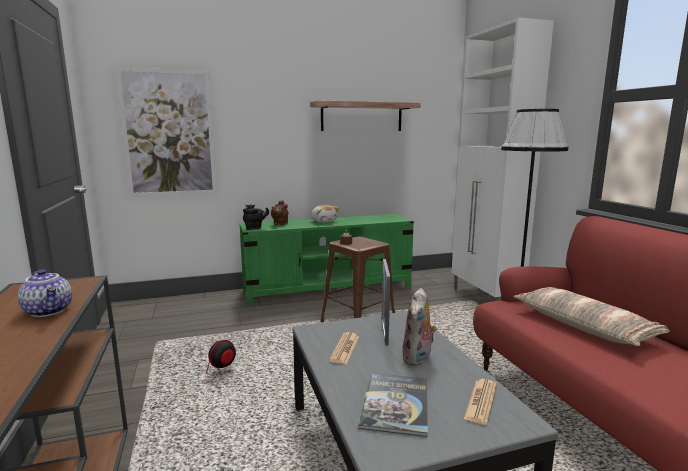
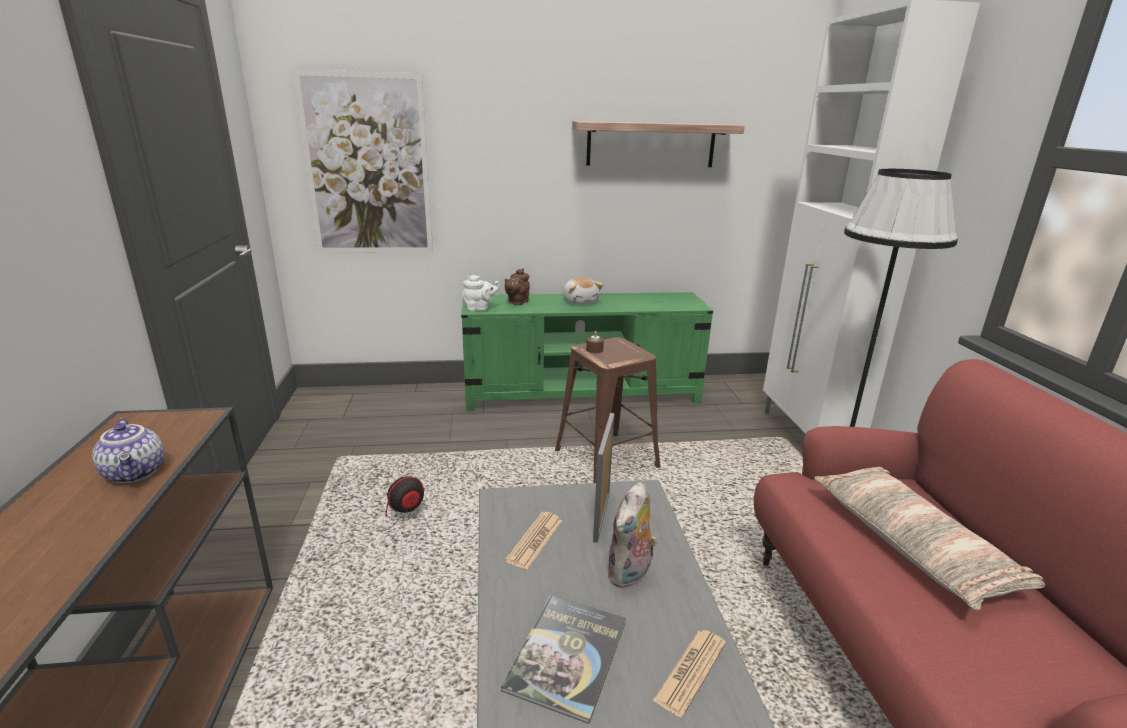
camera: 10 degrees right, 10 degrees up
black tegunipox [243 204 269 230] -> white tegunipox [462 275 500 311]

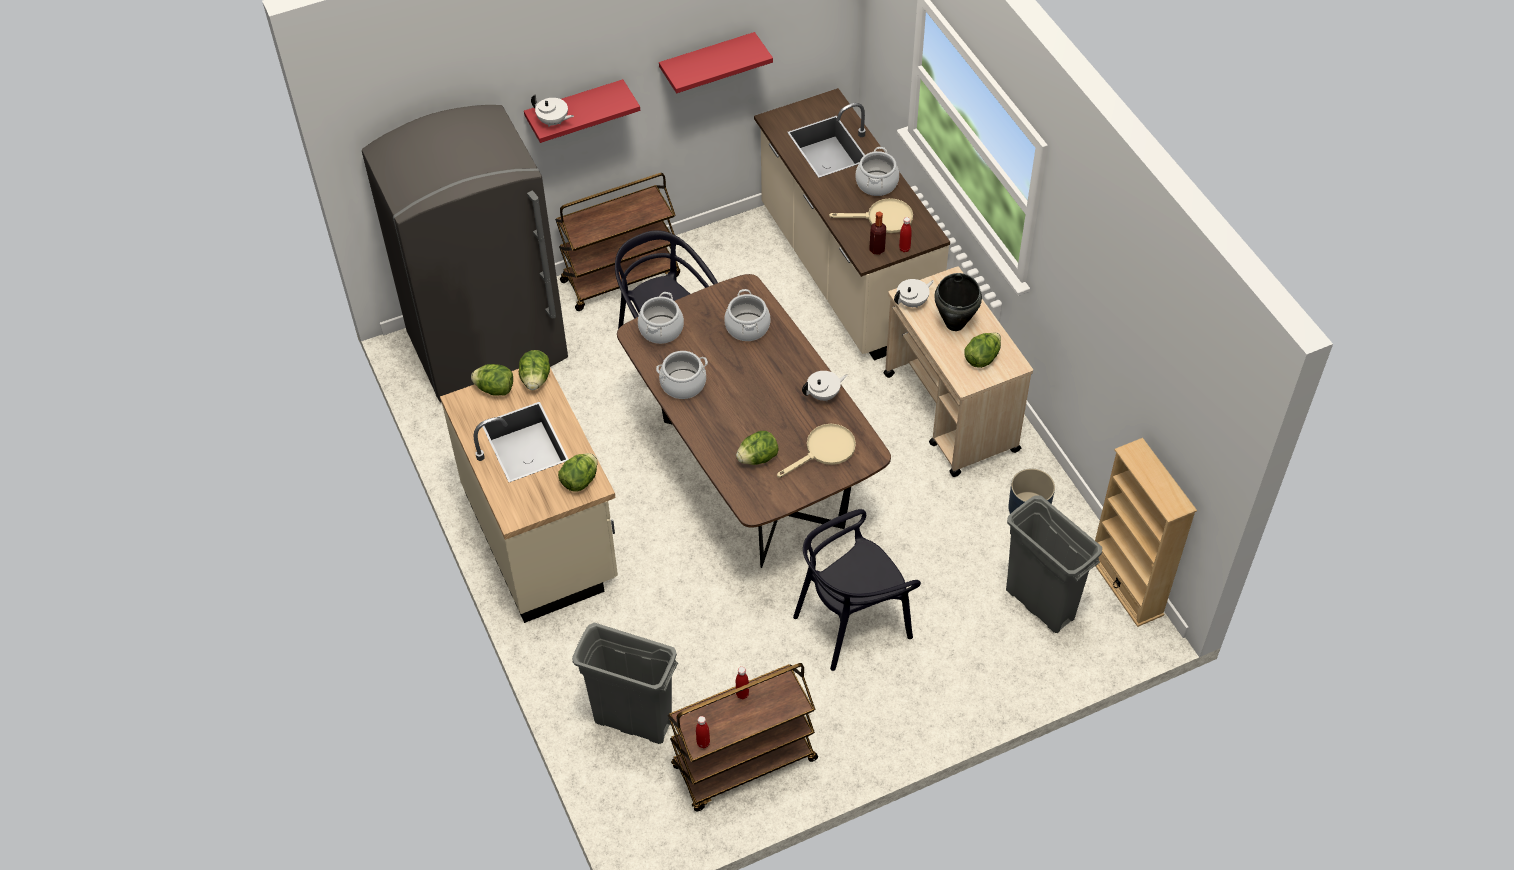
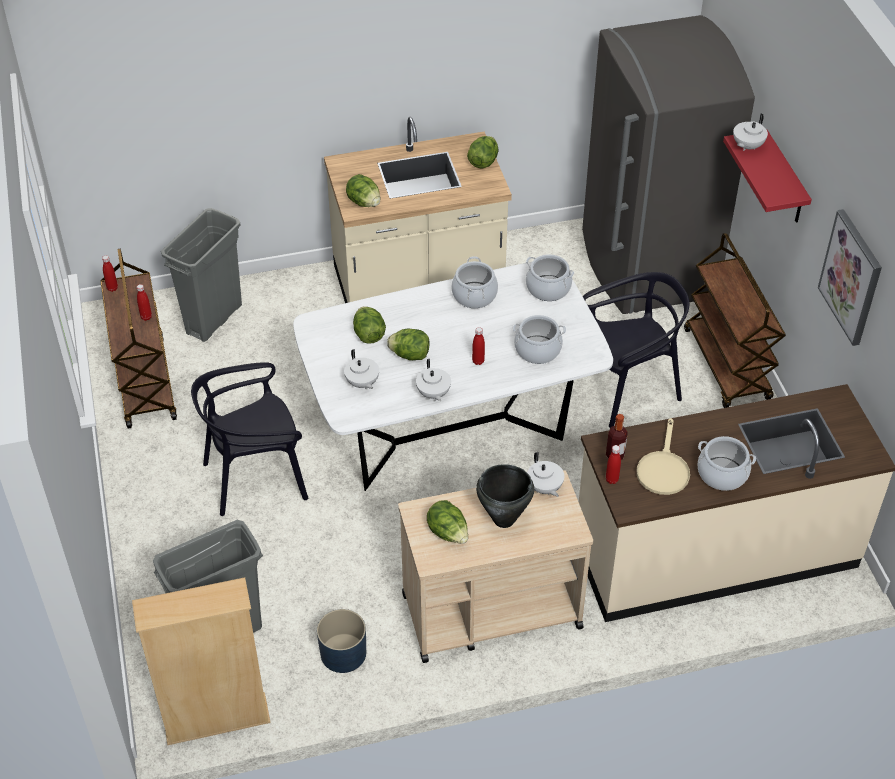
camera: 100 degrees right, 5 degrees down
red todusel [659 32 773 93] -> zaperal [818 209 882 346]
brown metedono [617 274 891 568] -> white metedono [293 262 613 491]
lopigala [519 350 550 390] -> lopigala [387 329 430 360], moved
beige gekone [777 424 856 478] -> white tegunipox [344 349 379 389]
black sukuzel [793 509 921 671] -> black sukuzel [191 362 308 516], 90 degrees counterclockwise
none -> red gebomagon [472 327 485 365]

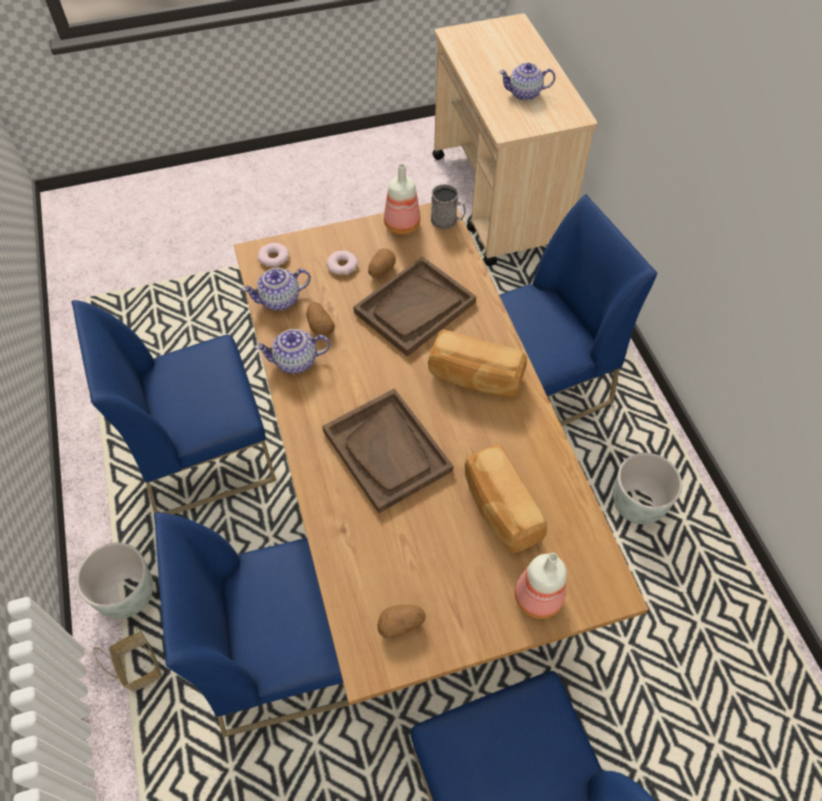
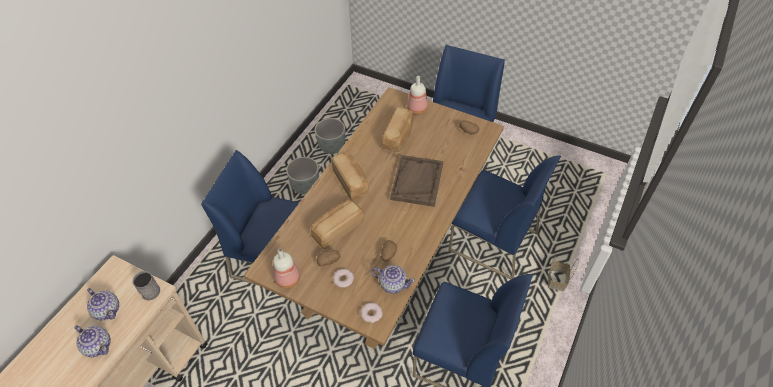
camera: 135 degrees left, 5 degrees down
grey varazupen [431 184 466 229] -> grey varazupen [132 271 160 300], moved
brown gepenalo [353 256 476 356] -> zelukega [311 200 364 249]
tegunipox [255 329 330 374] -> tegunipox [74 325 111 357], moved
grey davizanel [76 542 153 619] -> grey davizanel [315 118 345 154], moved

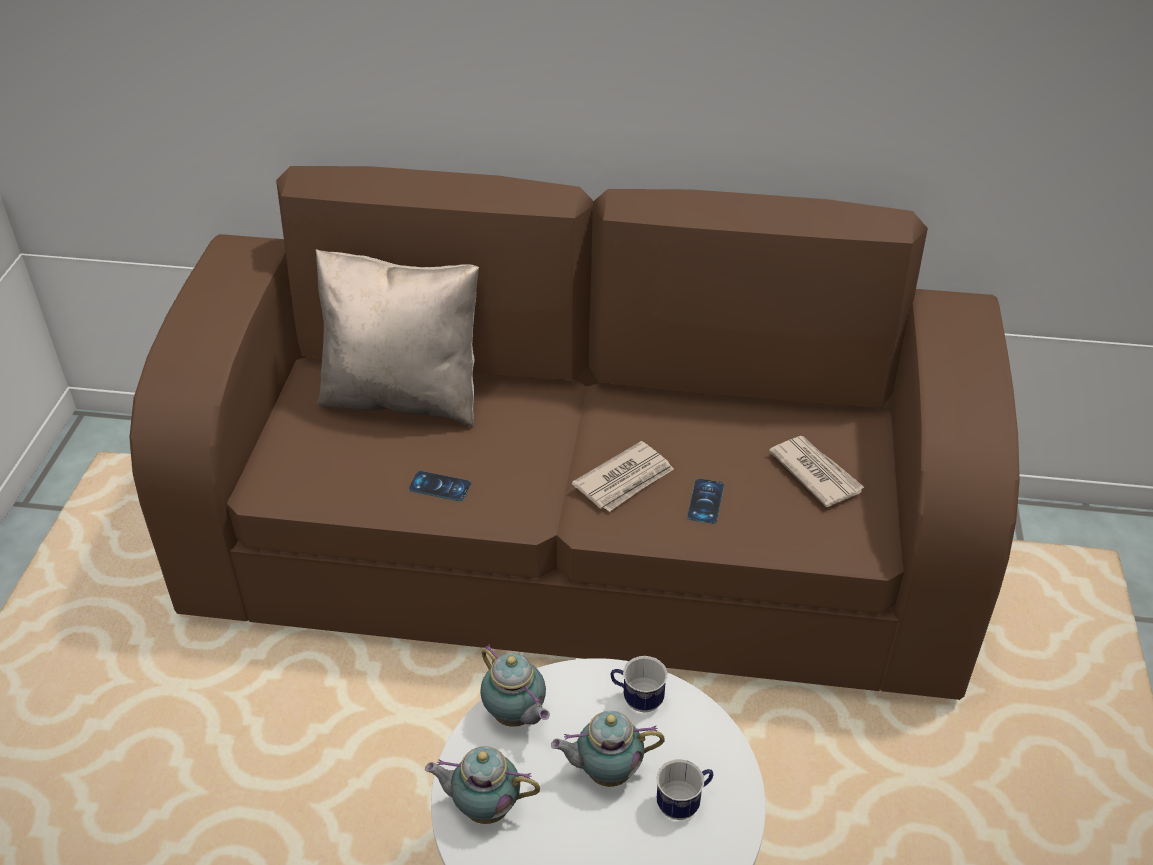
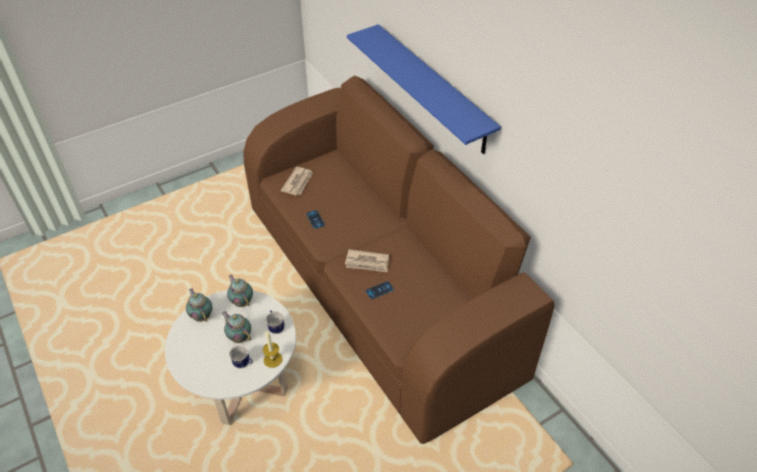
camera: 50 degrees right, 5 degrees up
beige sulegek [315 249 479 426] -> none
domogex [769 436 865 508] -> domogex [281 167 313 195], moved
tegunipox [480 644 550 727] -> tegunipox [227 275 253 307], 135 degrees clockwise
none -> blue todusel [347 24 501 154]
none -> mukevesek [263 331 282 368]

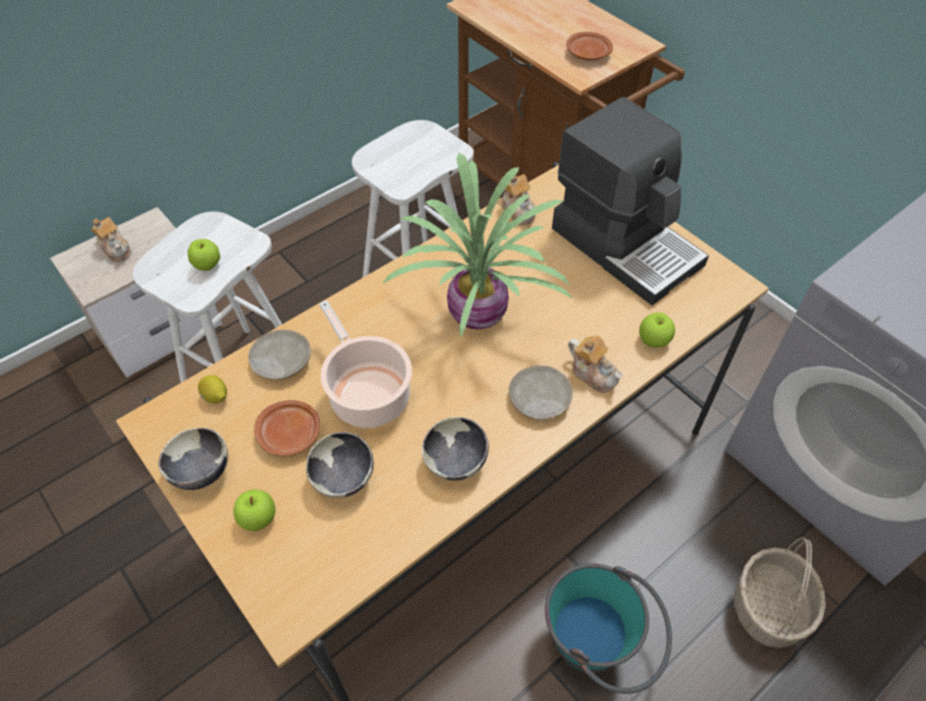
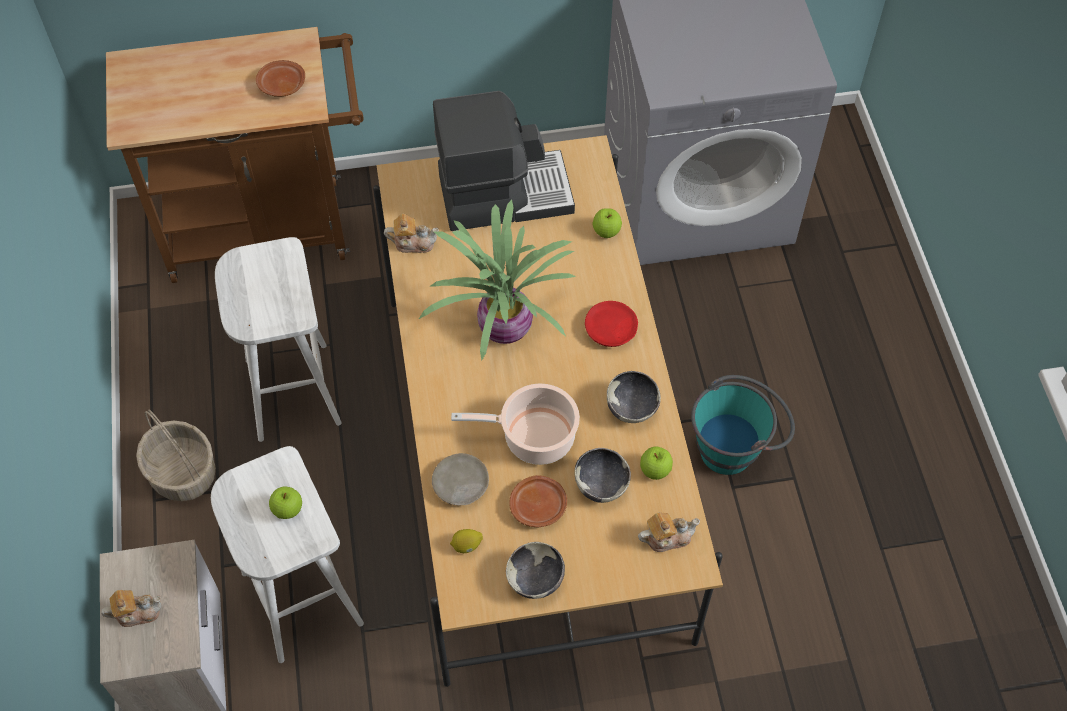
camera: 60 degrees left, 5 degrees up
tegunipox [568 335 623 393] -> tegunipox [638 512 700 552], moved
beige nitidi [509 365 573 420] -> red nitidi [585 301 638 347]
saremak [233 490 276 531] -> saremak [640 446 673 480], moved
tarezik [734 537 826 648] -> tarezik [136 409 216 501], moved

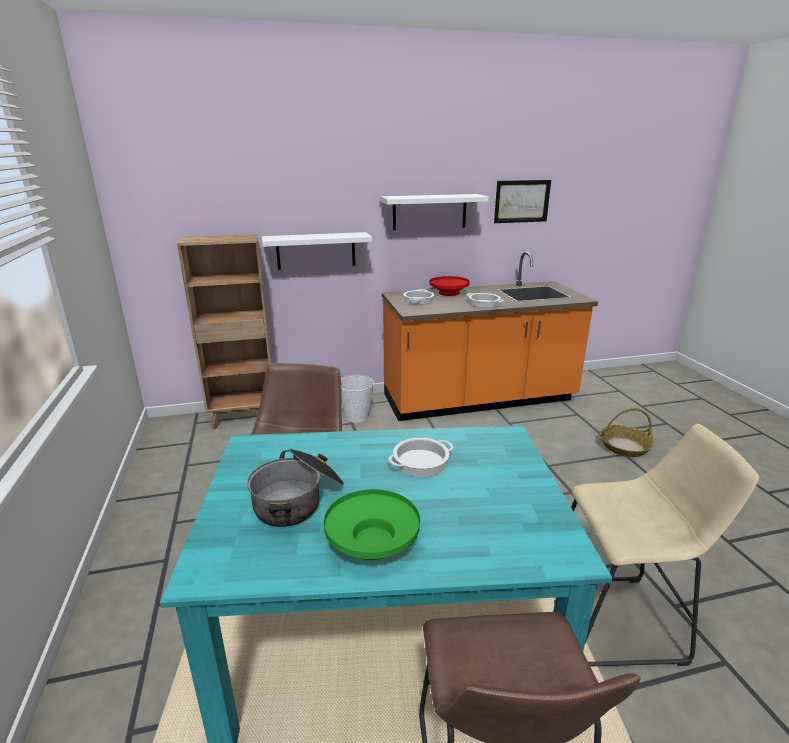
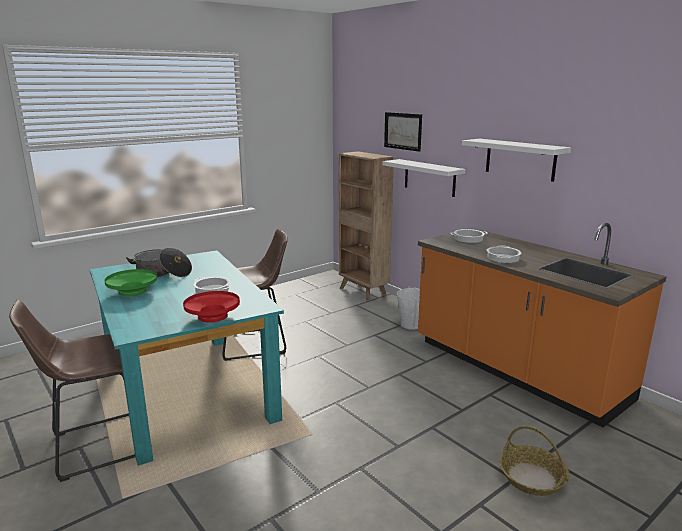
camera: 65 degrees right, 5 degrees down
zaperal [494 180 551 223] -> zaperal [384 112 422 152], moved
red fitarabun [430 276 469 296] -> red fitarabun [183 291 240 323], moved
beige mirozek [571 424 759 667] -> none

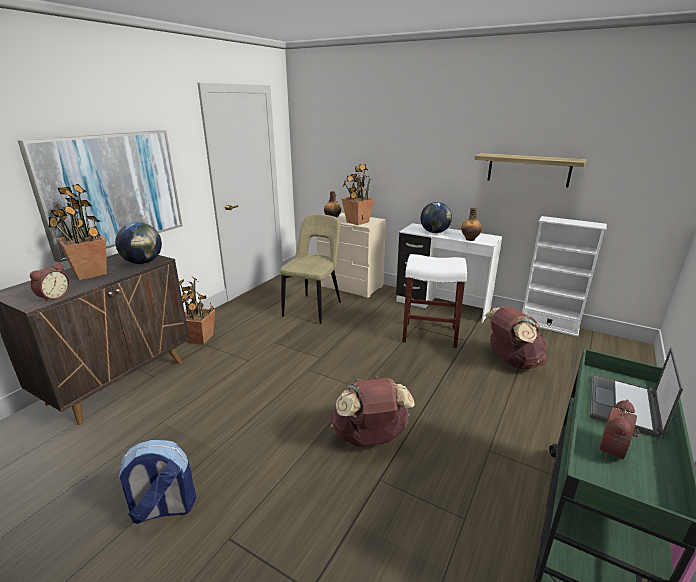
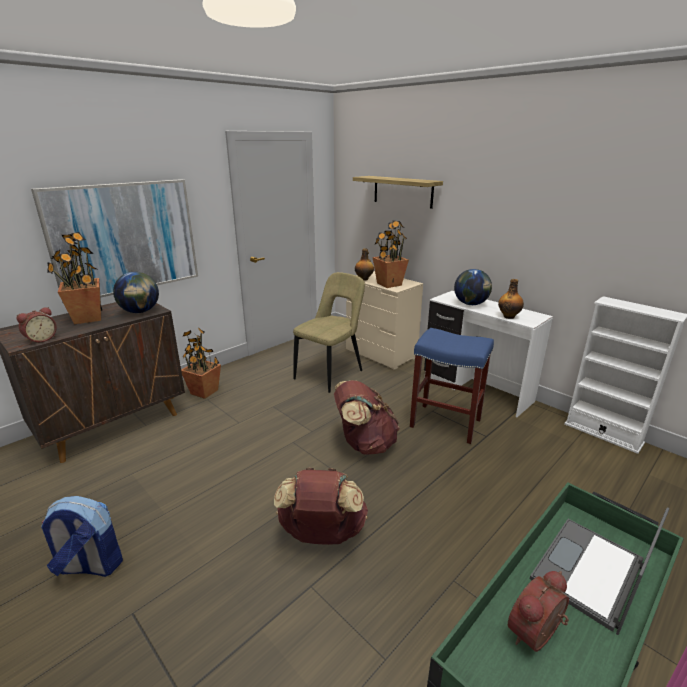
camera: 15 degrees right, 0 degrees up
todusel [474 153 586 187] -> todusel [353 176 443 209], moved
white mirozek [402 254 467 348] -> blue mirozek [410 328 494 444]
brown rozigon [484 306 547 369] -> brown rozigon [334 380 400 455], moved

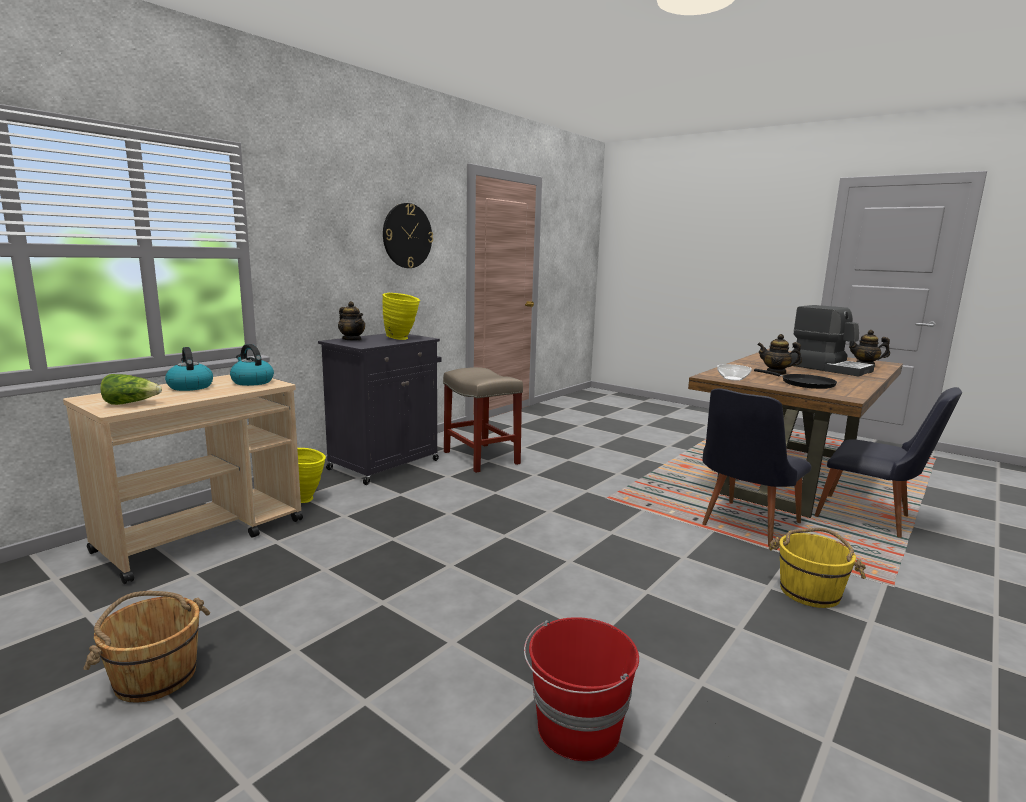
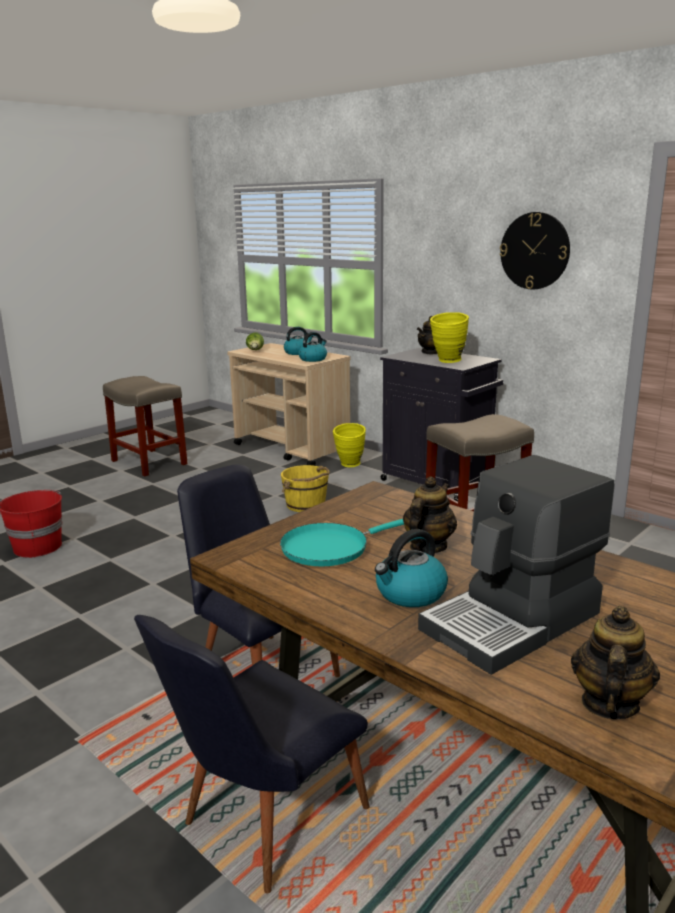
camera: 95 degrees right, 5 degrees up
fitarabun [717 364 752 381] -> none
black gekone [754 369 837 389] -> turquoise gekone [280 519 404 566]
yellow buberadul [769 528 866 608] -> yellow buberadul [281 465 330 512], moved
brown buberadul [83 591 210 703] -> beige mirozek [103 376 188 476]
none -> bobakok [375 529 448 607]

